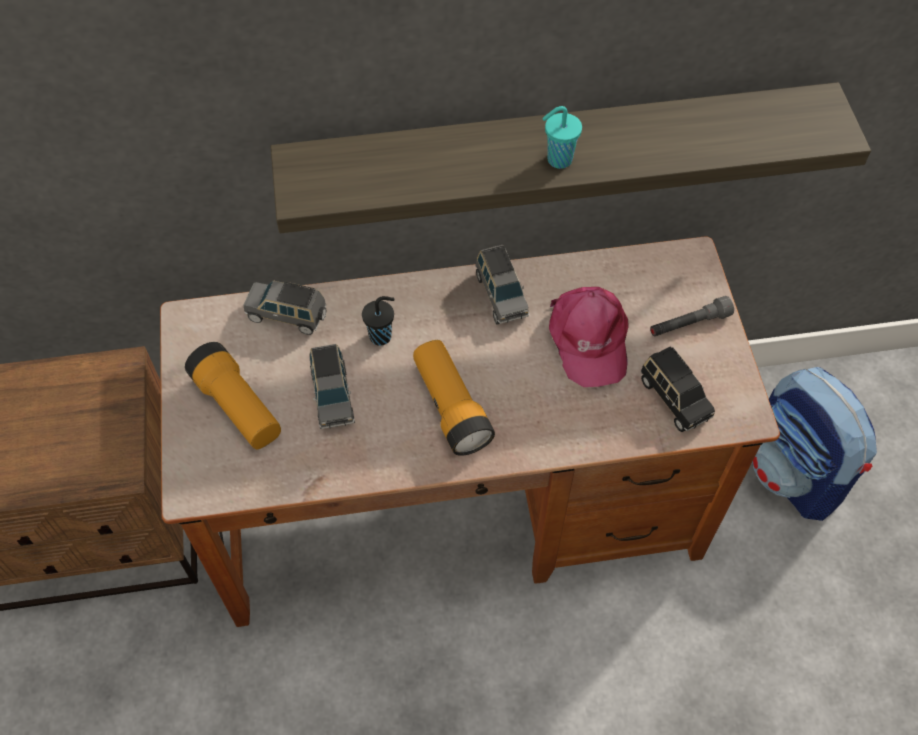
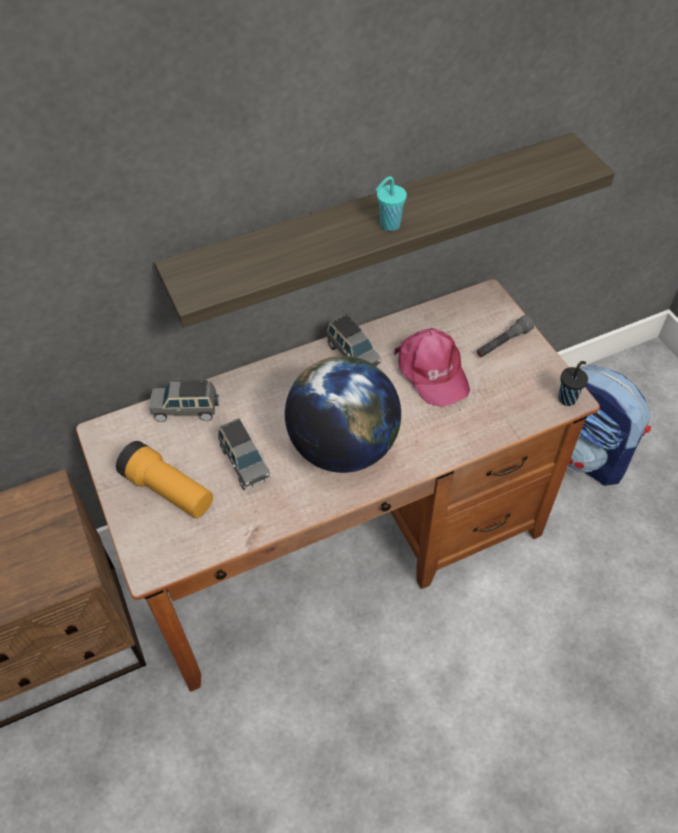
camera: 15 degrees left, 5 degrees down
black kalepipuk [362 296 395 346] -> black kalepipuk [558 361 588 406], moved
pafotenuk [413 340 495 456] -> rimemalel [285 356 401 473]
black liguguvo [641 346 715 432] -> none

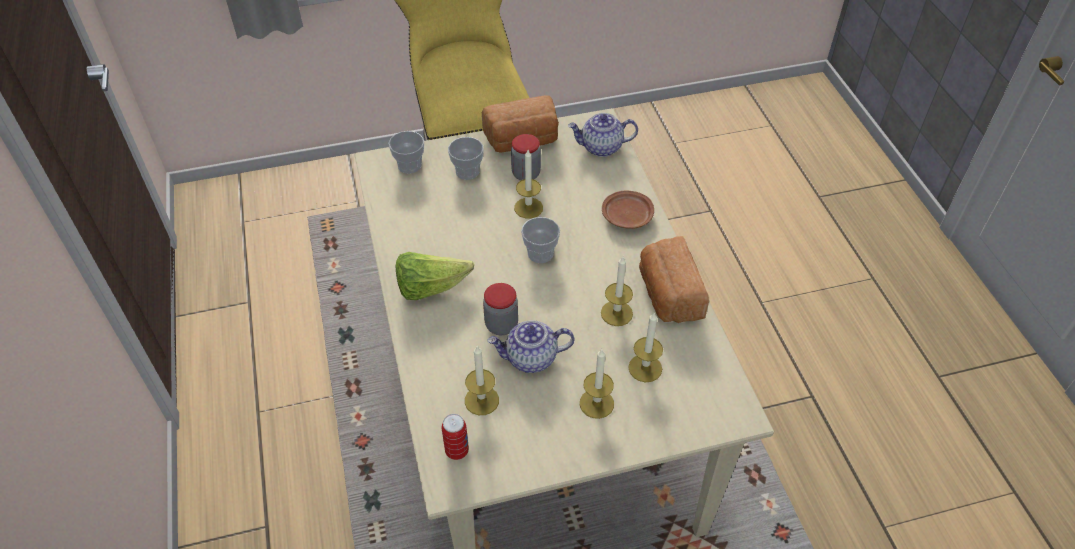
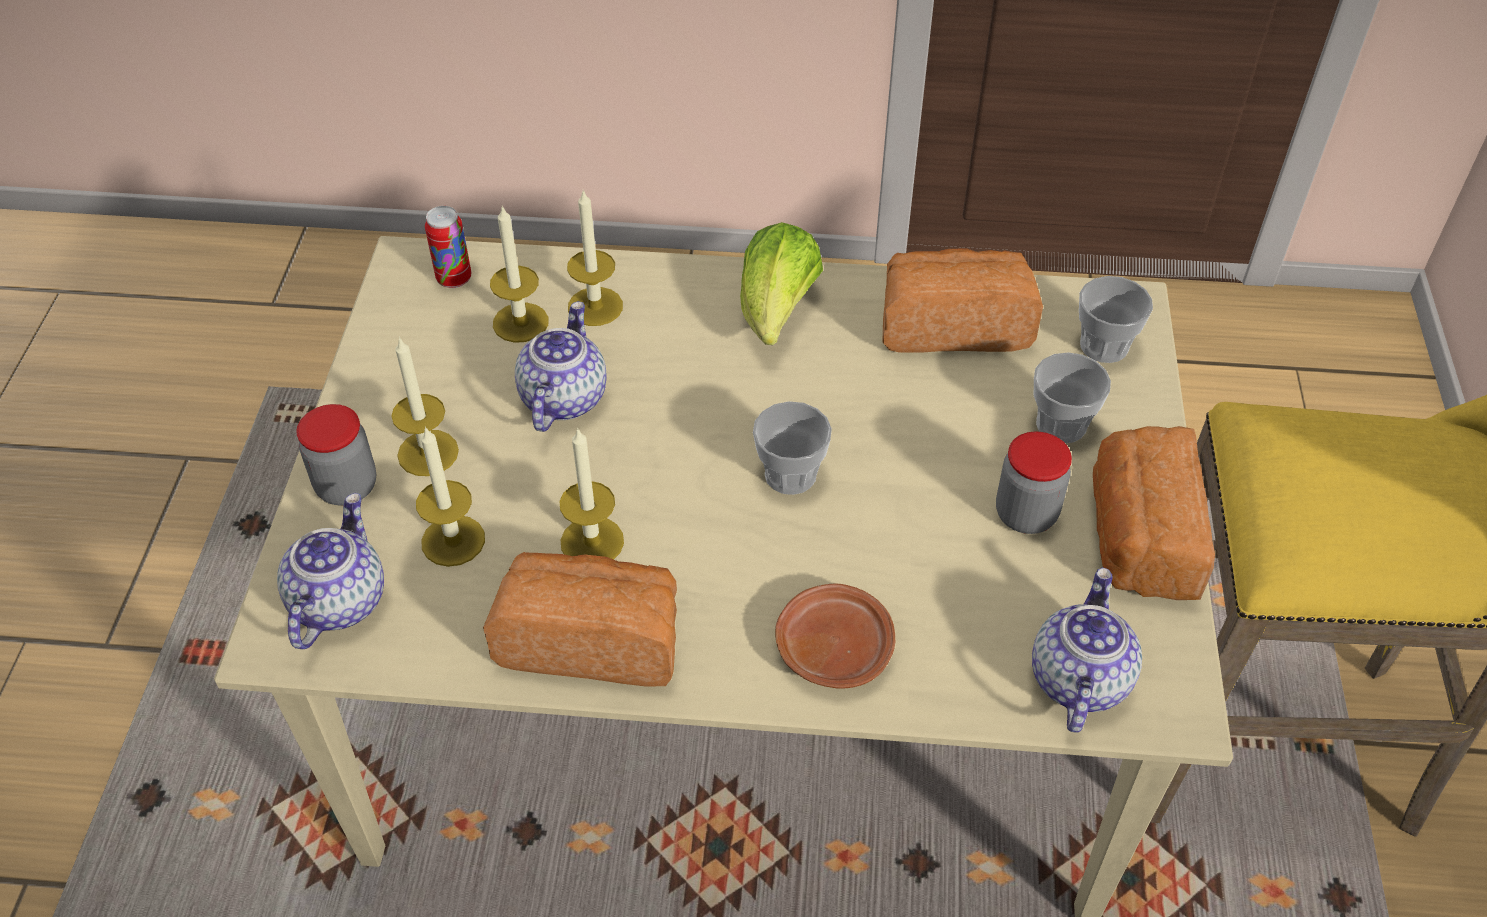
camera: 110 degrees right, 0 degrees up
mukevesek [514 150 543 219] -> mukevesek [567 190 623 326], moved
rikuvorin [483 283 518 335] -> rikuvorin [296 404 376 505], moved
none -> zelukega [883 248 1043 353]
none -> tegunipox [277 493 384 649]

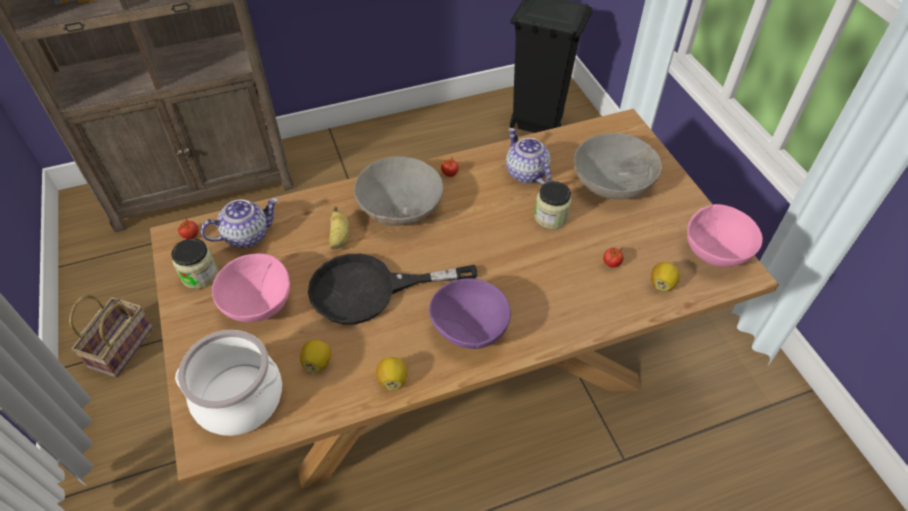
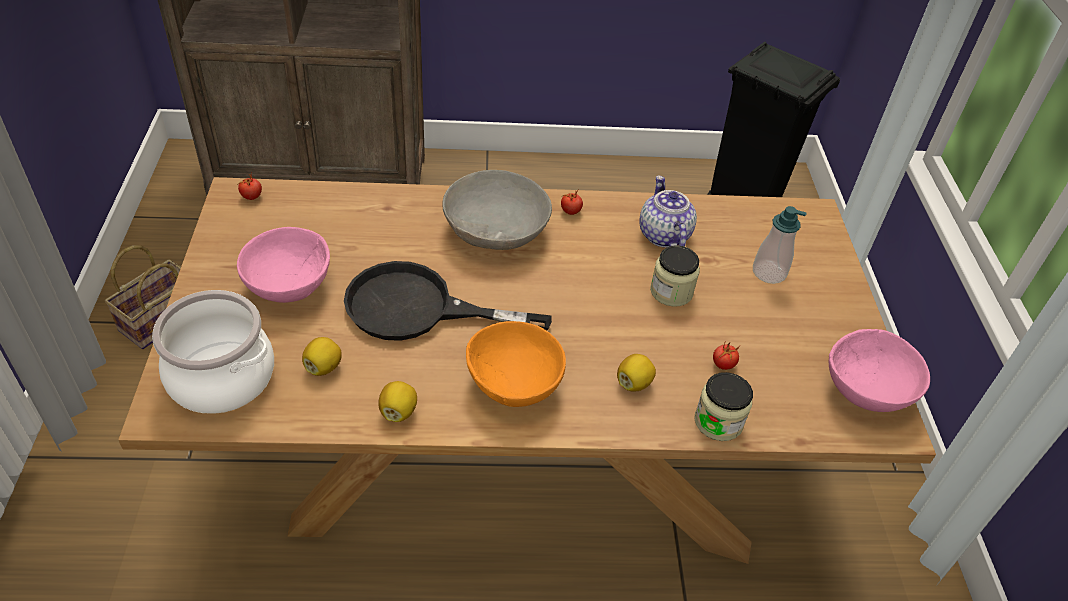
camera: 15 degrees right, 5 degrees down
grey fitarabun [574 133 662 199] -> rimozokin [753 206 807 284]
tegunipox [201 198 278 248] -> none
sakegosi [329 206 349 249] -> none
rikuvorin [171 238 218 289] -> rikuvorin [694 372 753 441], moved
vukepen [651 262 680 291] -> vukepen [617 354 656 392], moved
purple fitarabun [429 278 511 349] -> orange fitarabun [466 321 566 407]

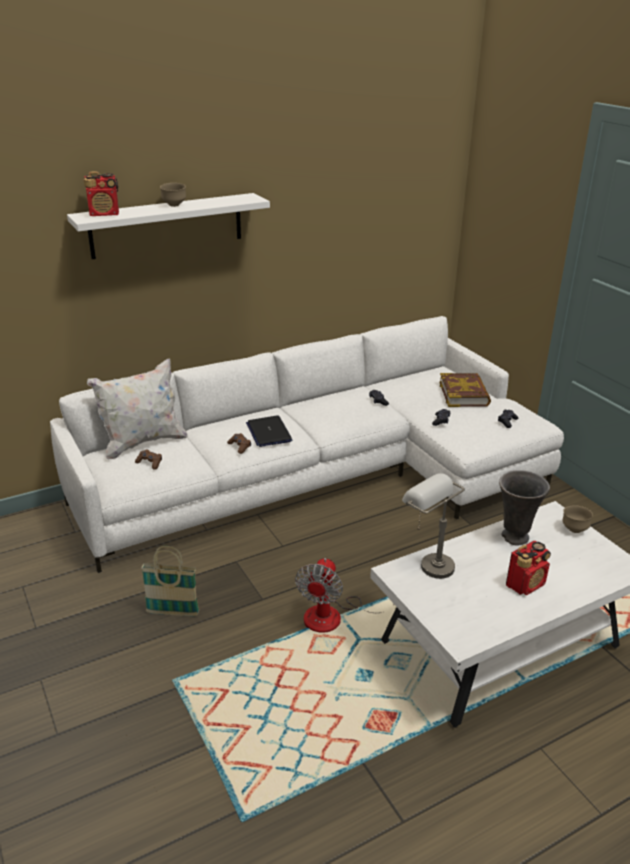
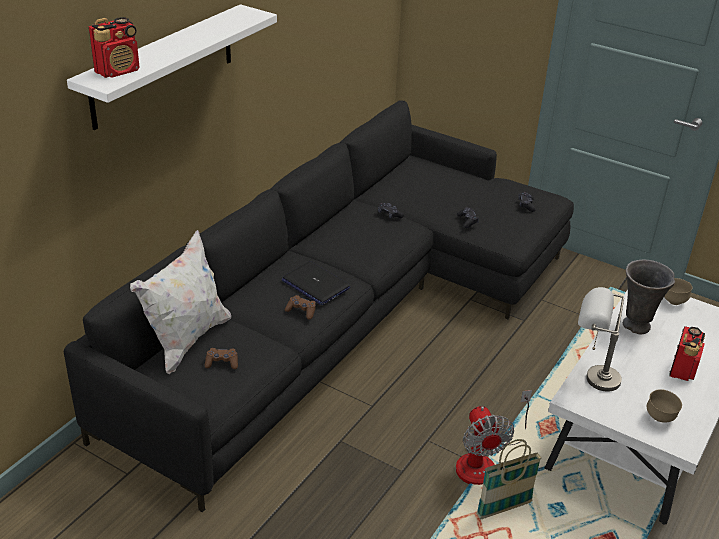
camera: 30 degrees left, 5 degrees up
brown fitarabun [160 183 186 207] -> brown fitarabun [647 389 682 423], moved
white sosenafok [50 316 564 573] -> black sosenafok [64 100 574 512]
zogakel [439 373 491 407] -> none
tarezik [141 546 199 616] -> tarezik [476 439 542 519], moved

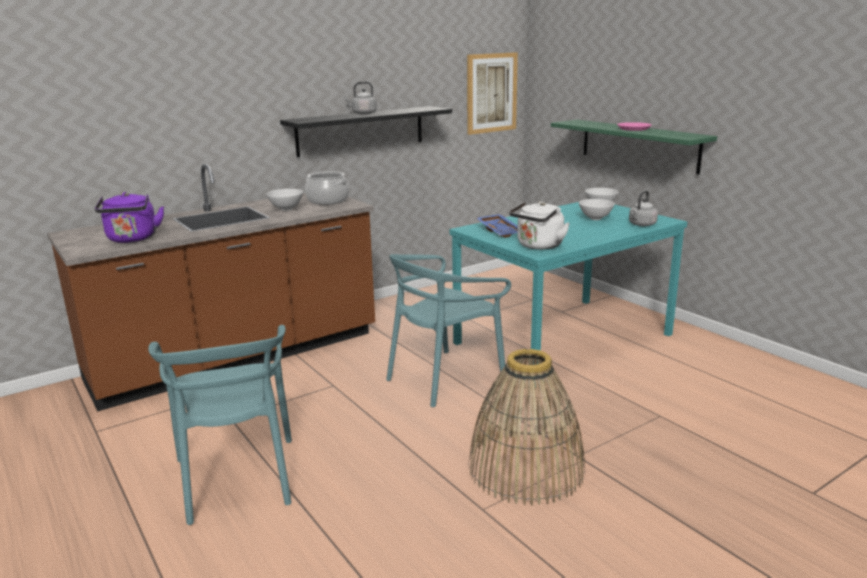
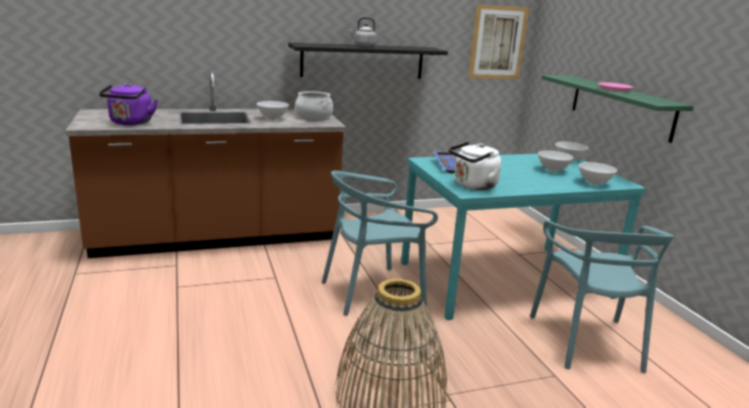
camera: 15 degrees right, 0 degrees up
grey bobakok [629 191 658 226] -> white fitarabun [579 162 617 185]
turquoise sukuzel [148 325 292 525] -> turquoise sukuzel [530 220 674 373], moved

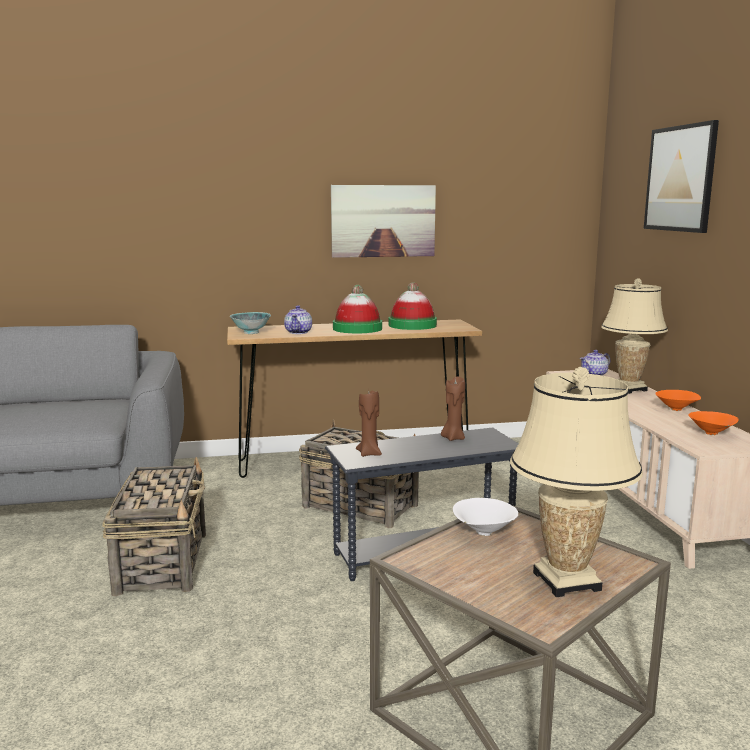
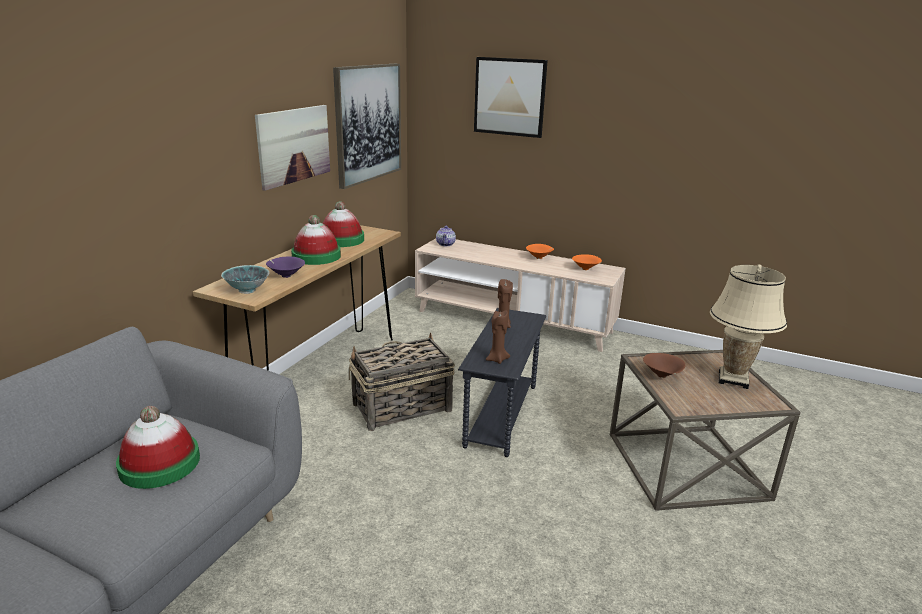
camera: 55 degrees left, 10 degrees up
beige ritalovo [601 278 668 394] -> none
tegunipox [284 305 312 334] -> purple fitarabun [266 256 305 278]
tarezik [102 457 206 596] -> none
white fitarabun [453 498 518 536] -> brown fitarabun [643 353 686 378]
none -> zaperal [333 64 401 189]
none -> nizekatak [116 406 200 489]

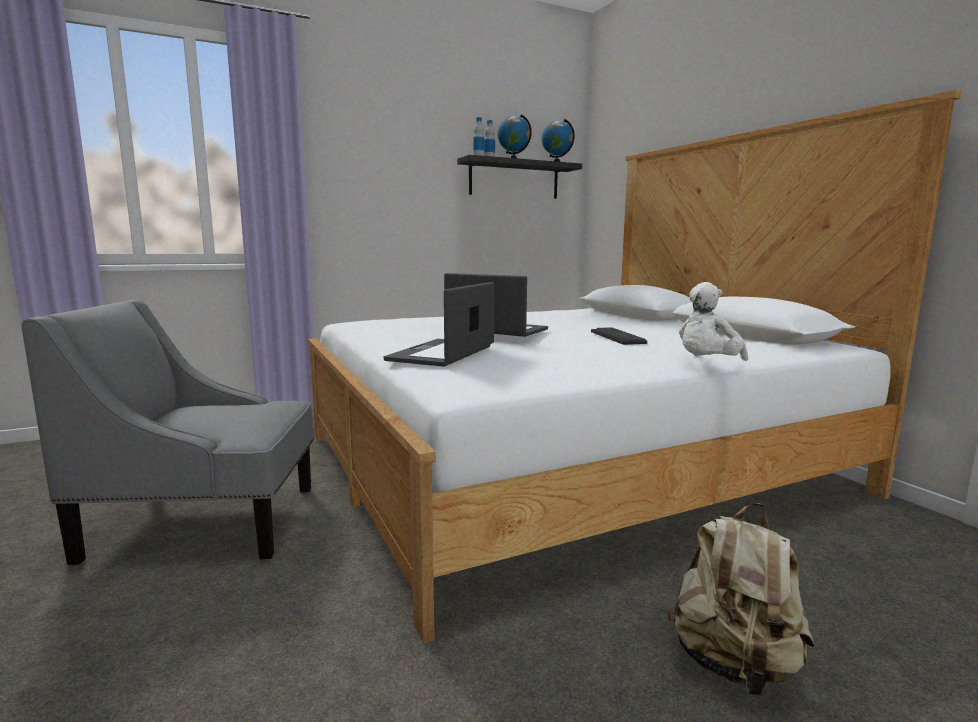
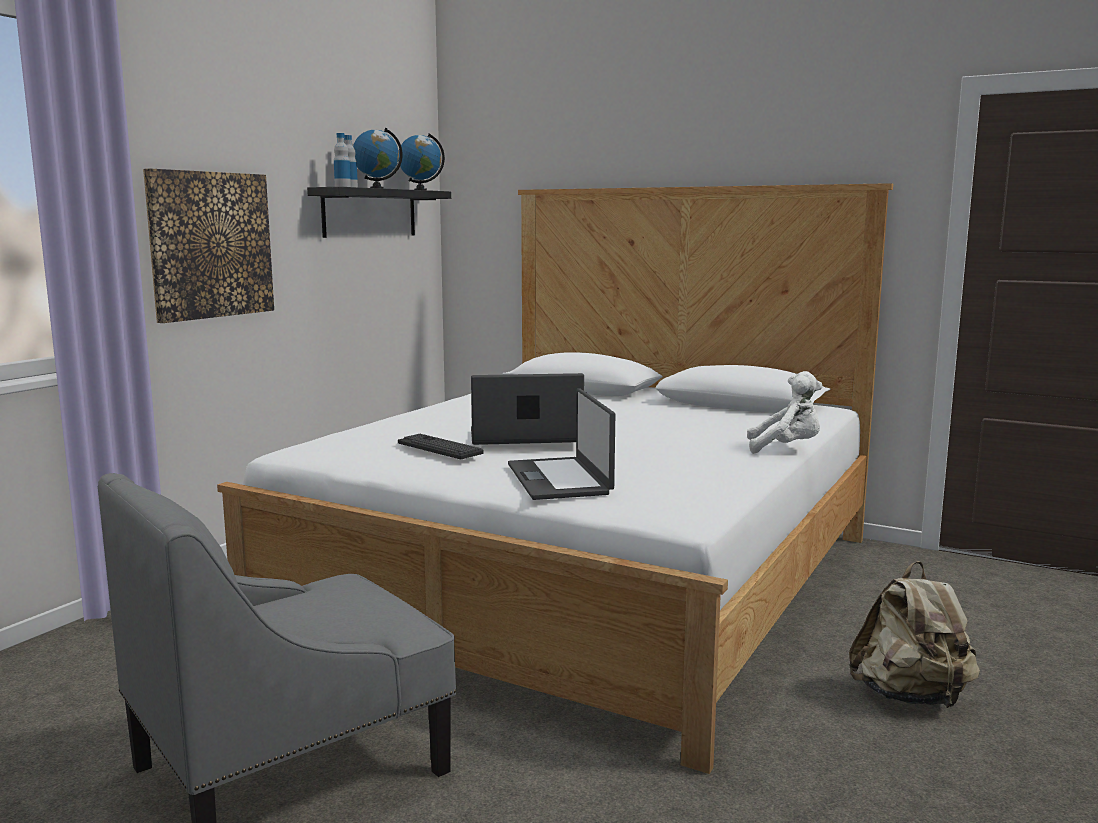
camera: 35 degrees left, 0 degrees up
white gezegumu [679 282 748 361] -> white gezegumu [747 371 823 454], 90 degrees counterclockwise
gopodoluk [591 327 647 345] -> gopodoluk [398 434 484 459], moved
none -> zaperal [143 168 274 323]

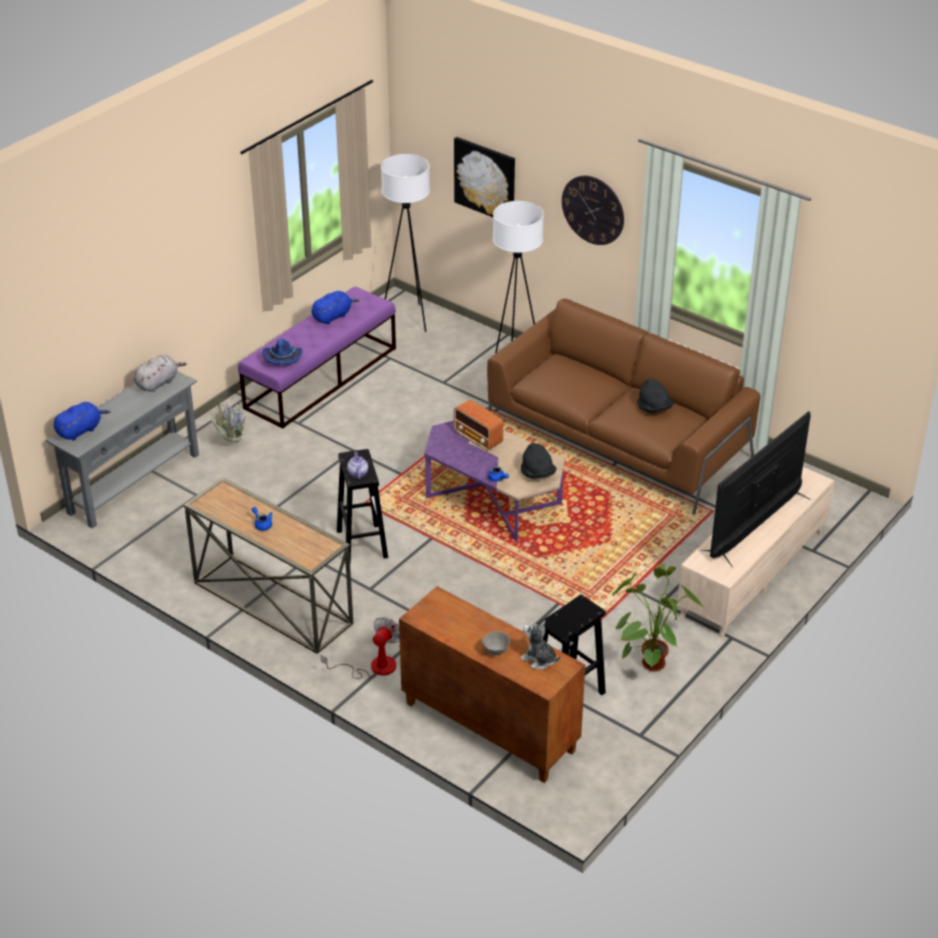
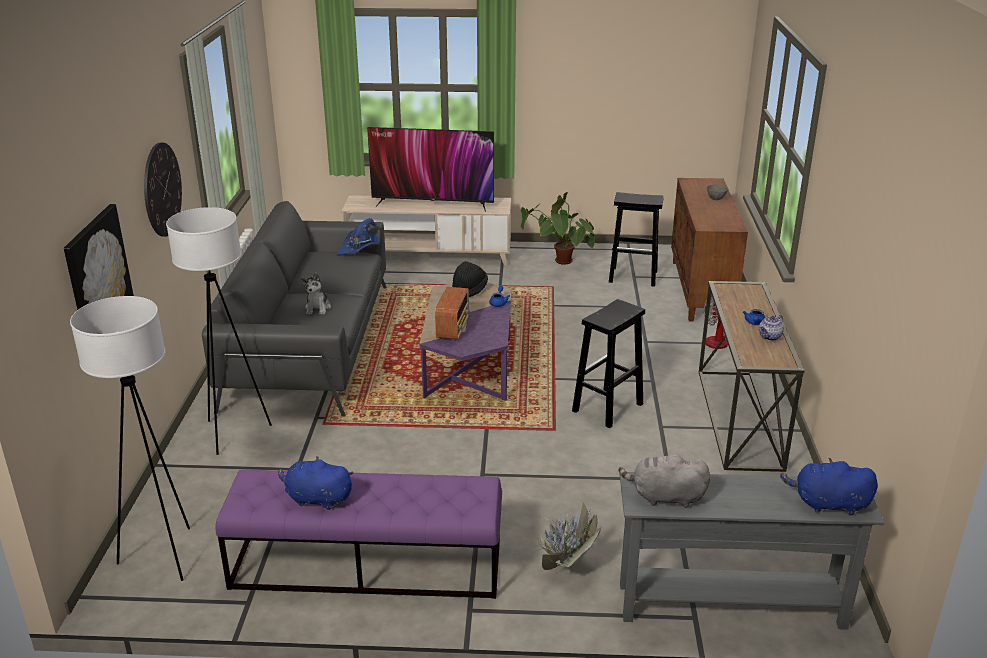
camera: 125 degrees left, 10 degrees down
brown sosenafok [487 299 760 515] -> grey sosenafok [202 201 387 417]
blue nizekatak [262 338 303 365] -> blue nizekatak [337 218 381 256], moved
black nizekatak [637 379 673 413] -> none
tegunipox [347 451 368 479] -> tegunipox [759 315 784 341], moved
gezegumu [520 620 561 670] -> gezegumu [301 273 331 315], moved

